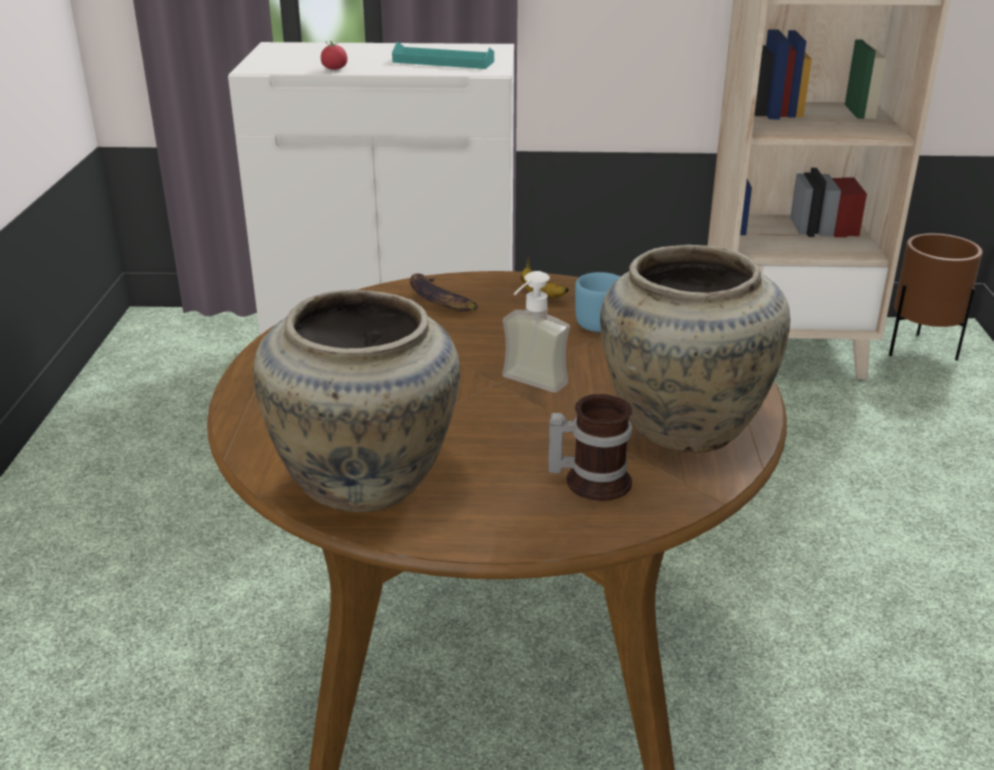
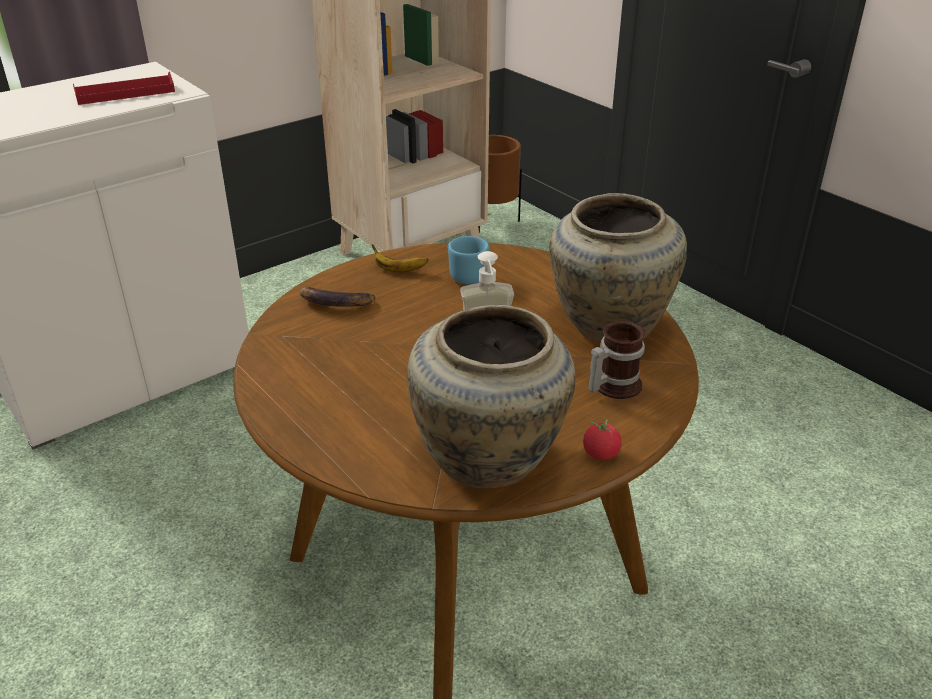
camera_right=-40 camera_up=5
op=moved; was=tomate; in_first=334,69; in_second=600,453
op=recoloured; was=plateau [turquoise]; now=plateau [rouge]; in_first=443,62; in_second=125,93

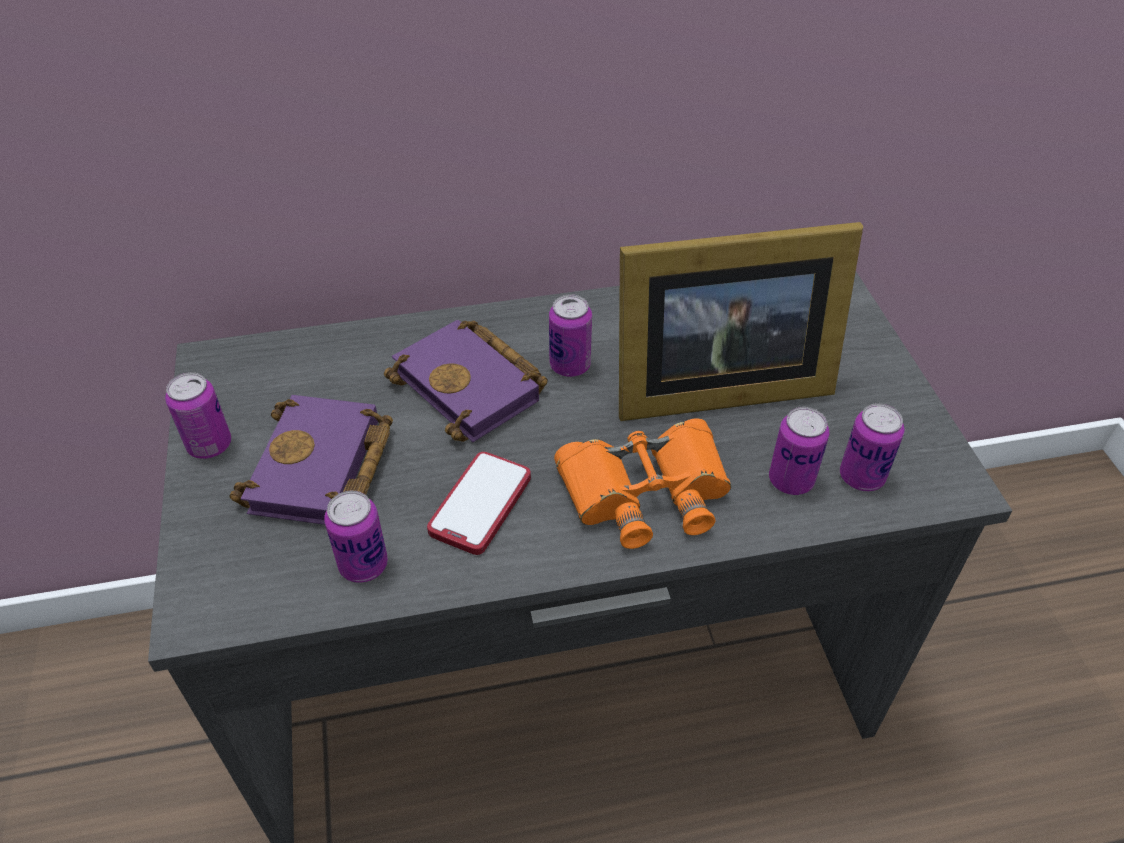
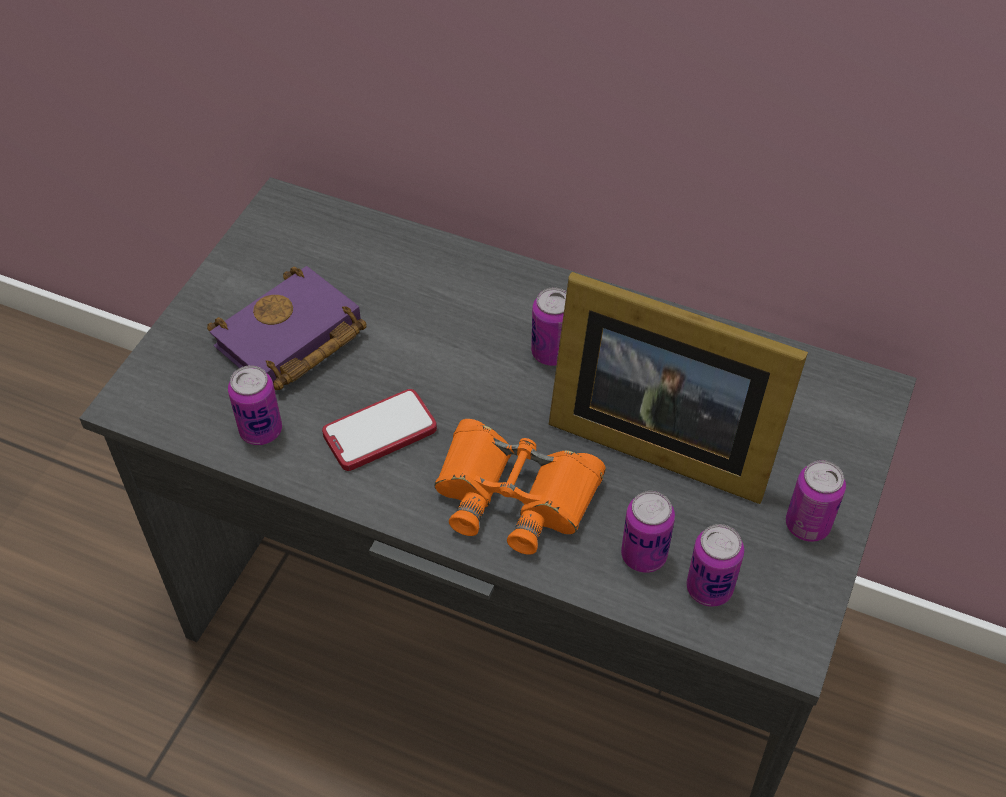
camera_right=35 camera_up=5
op=removed; was=livre [violet]; in_first=473,387
op=moved; was=boîte métallique; in_first=209,445; in_second=807,525

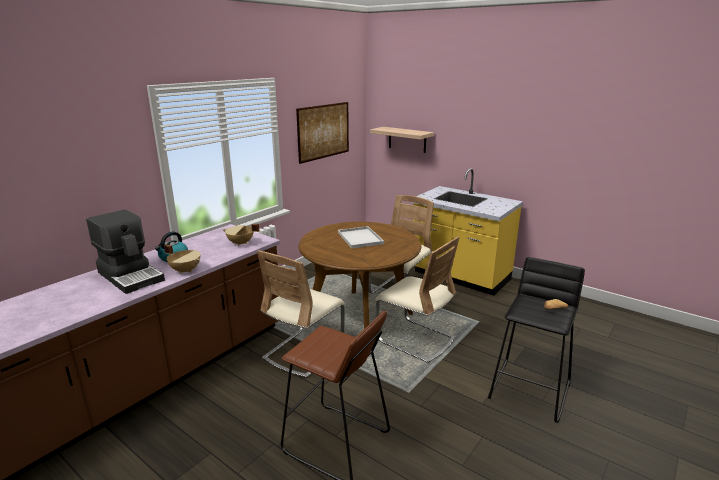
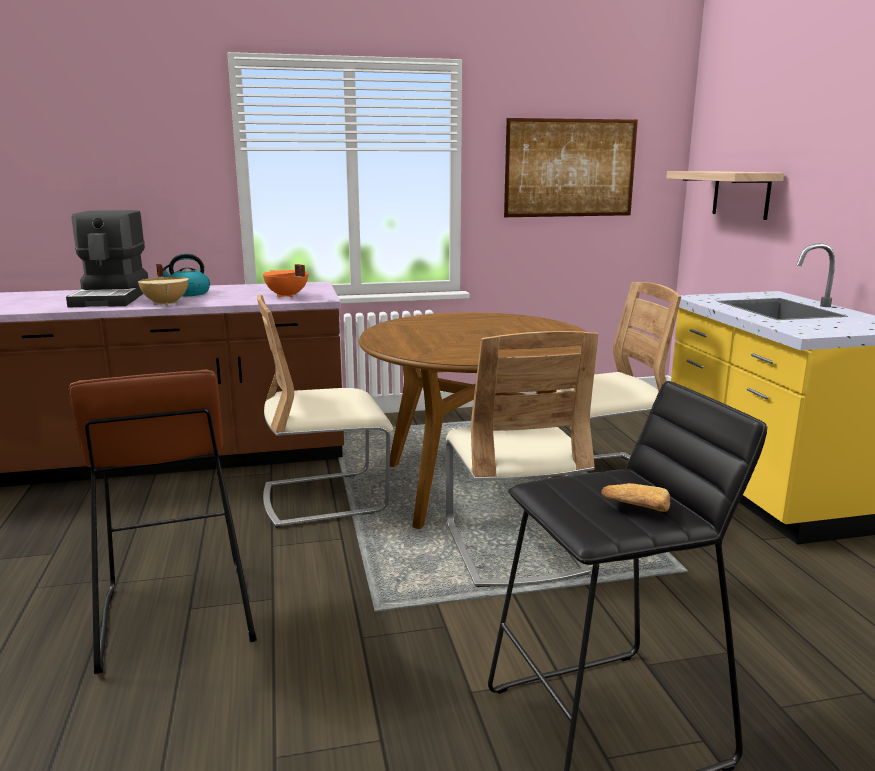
camera_right=40 camera_up=-5
op=recoloured; was=marmite [beige]; now=marmite [orange]; in_first=240,243; in_second=286,296
op=removed; was=plateau [blanc]; in_first=361,238

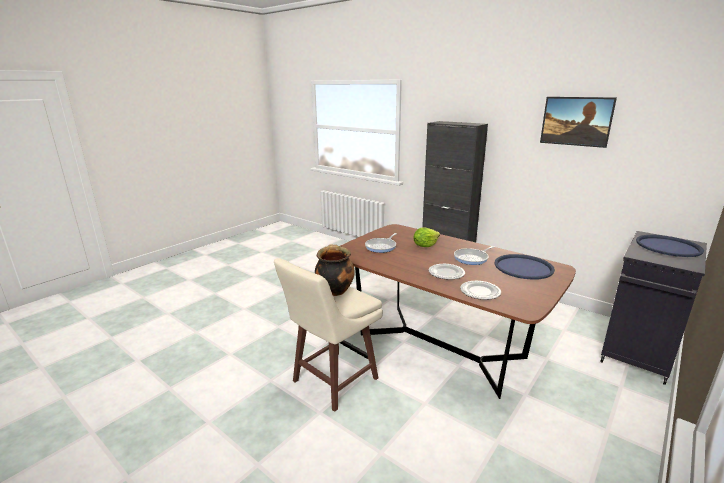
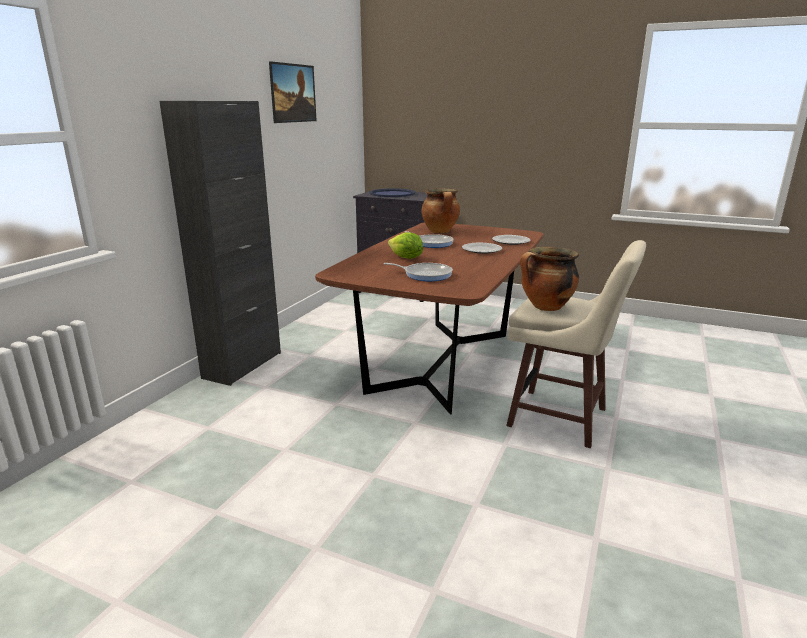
camera_right=-105 camera_up=0
op=replaced; was=plateau [bleu]; now=marmite; in_first=523,267; in_second=440,231

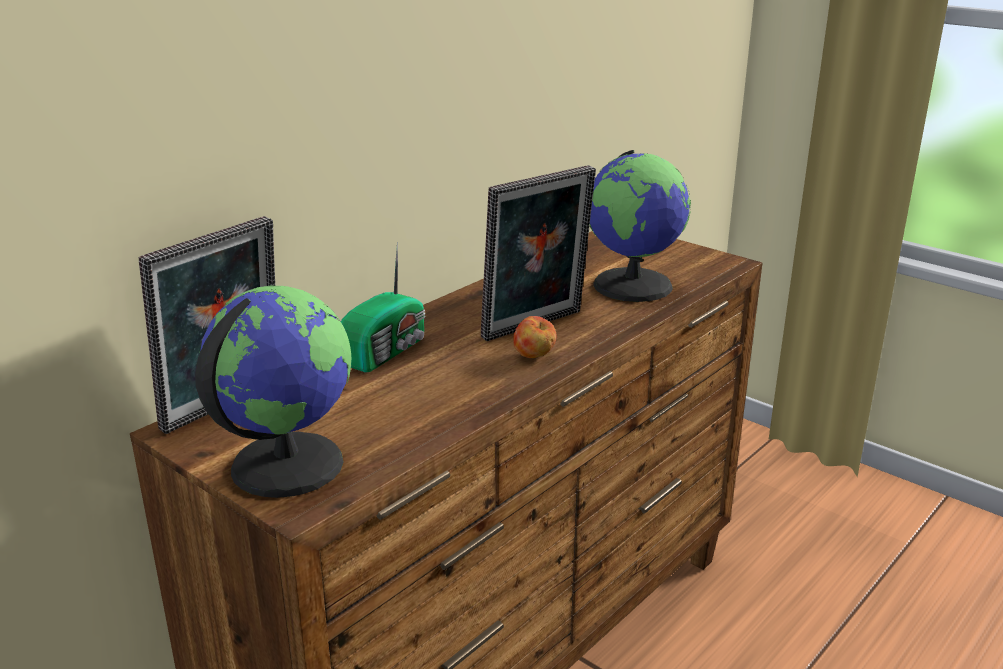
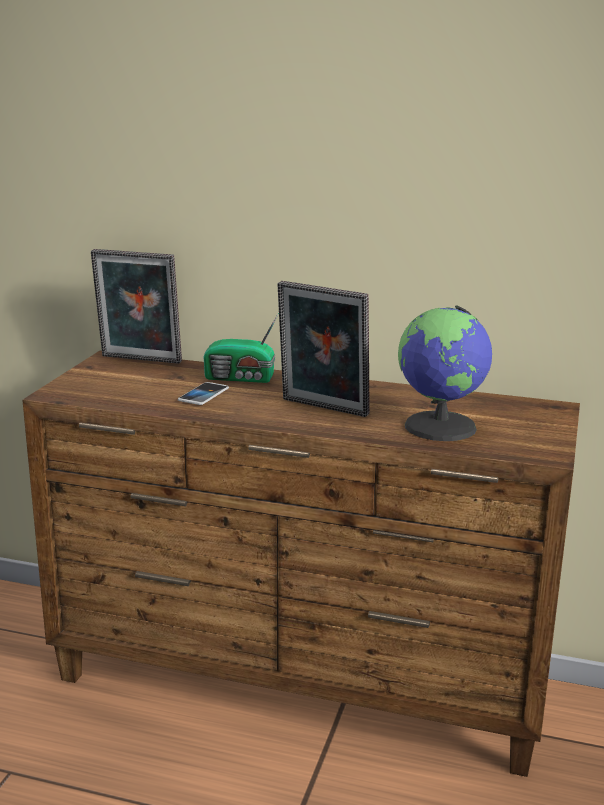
camera_right=65 camera_up=-5
op=removed; was=globe; in_first=285,464
op=removed; was=pomme; in_first=534,356
op=added; now=téléphone; in_second=203,395

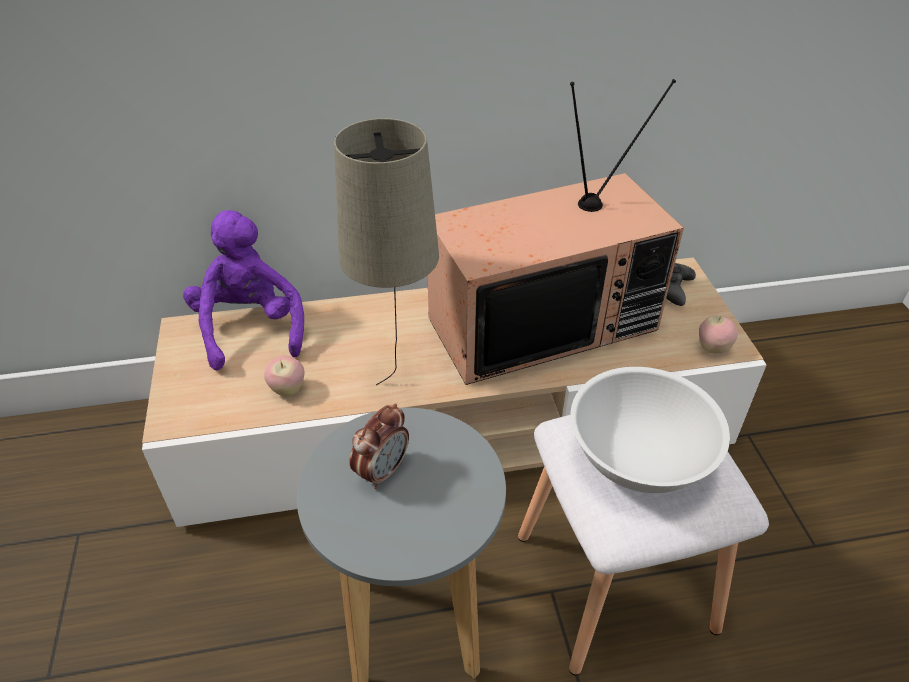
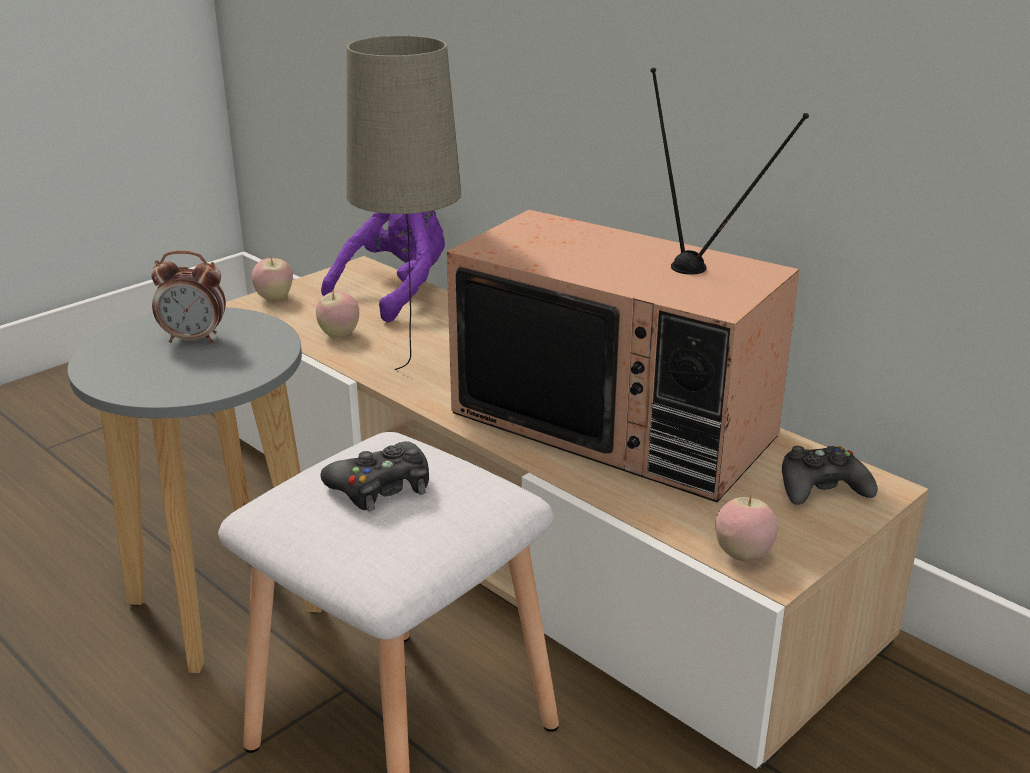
camera_right=55 camera_up=-15
op=replaced; was=bol [blanc]; now=manette [noir]; in_first=640,458; in_second=381,487
op=added; now=pomme; in_second=274,298

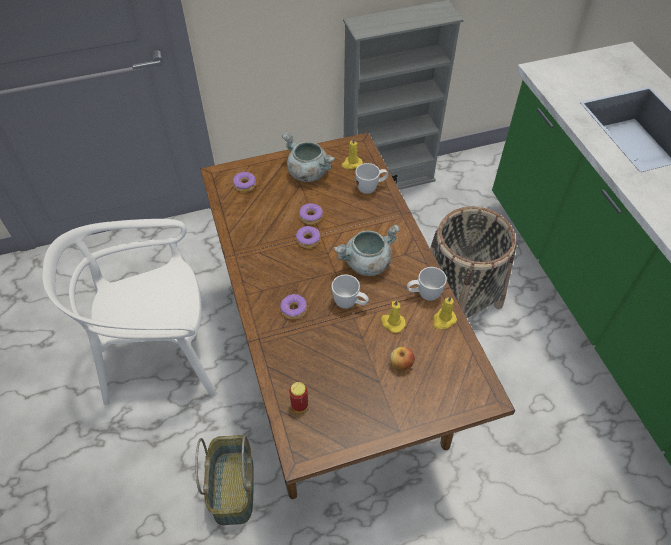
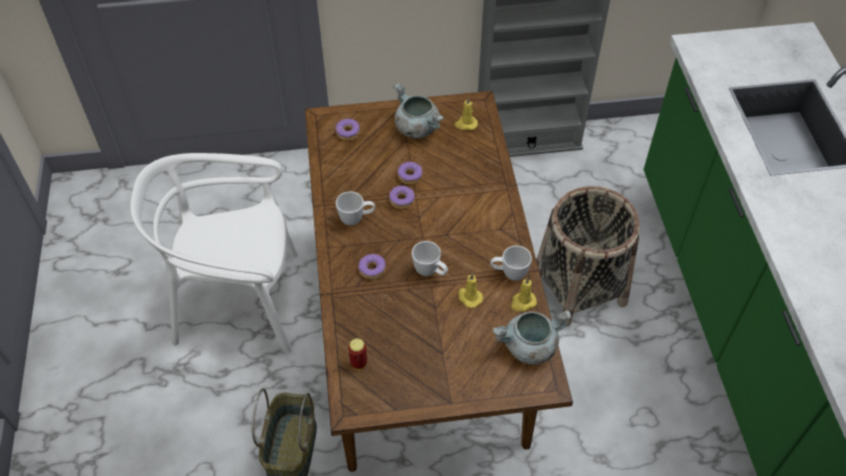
camera_right=10 camera_up=0
op=moved; was=mug [blanc]; in_first=371,188; in_second=356,219
op=moved; was=marmite [gris]; in_first=367,264; in_second=529,347
op=removed; was=pomme; in_first=401,364

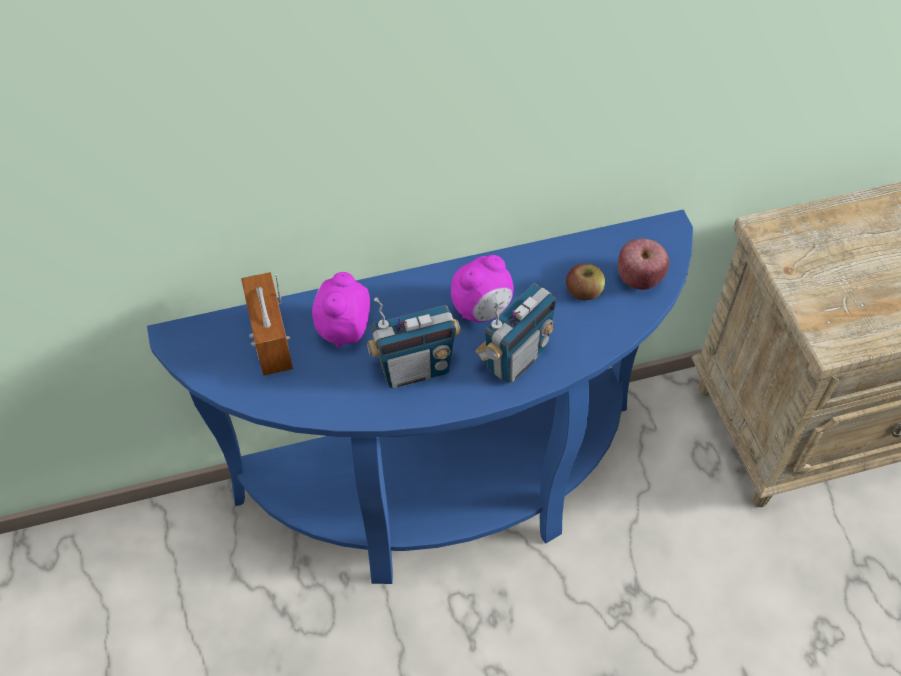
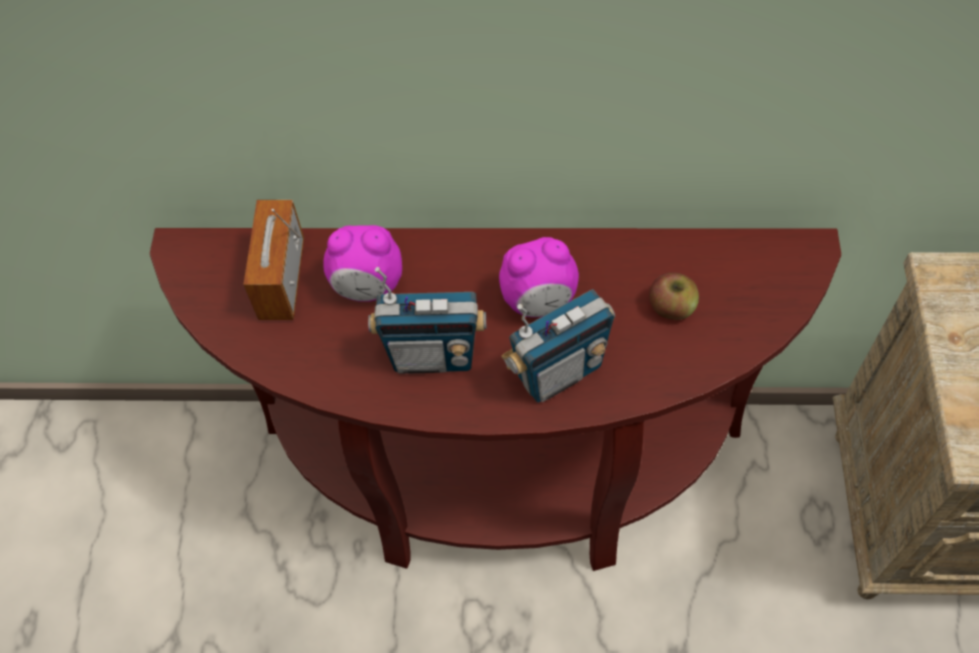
camera_right=20 camera_up=5
op=recoloured; was=table console [bleu]; now=table console [marron]; in_first=447,494; in_second=500,481
op=removed; was=pomme; in_first=639,279
op=turned; was=réveil; in_first=343,330; in_second=368,286; clockwise=-120

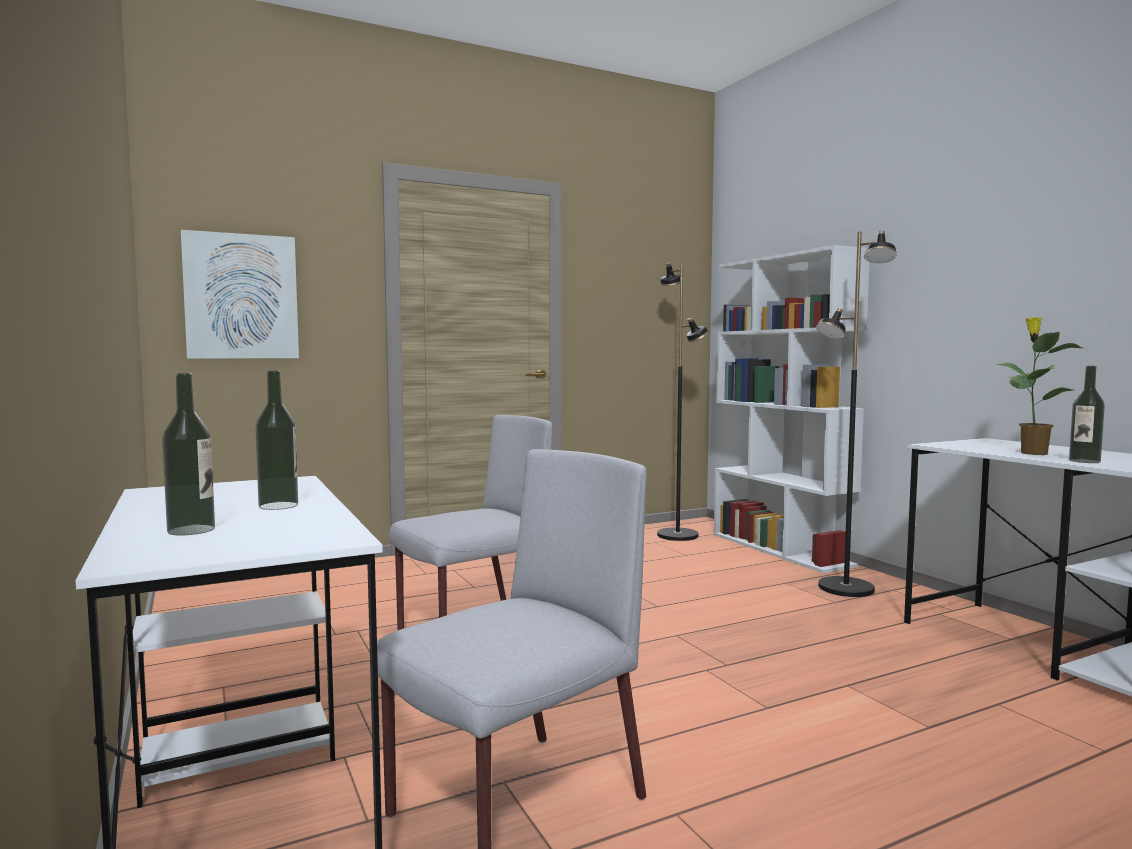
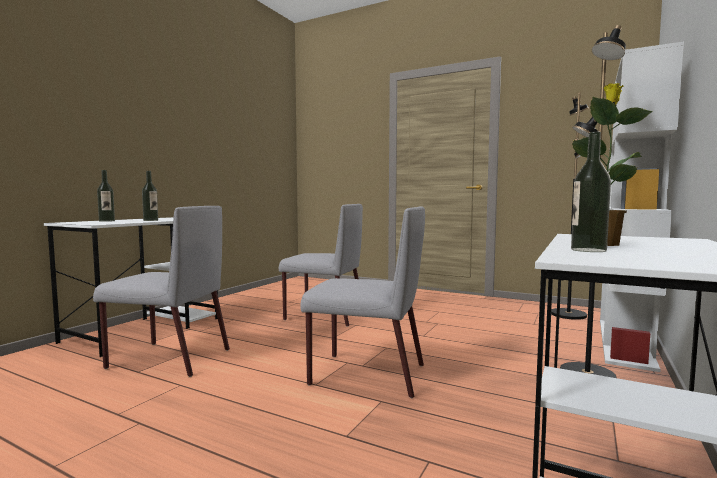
camera_right=55 camera_up=0
op=removed; was=tableau; in_first=241,297
op=added; now=chaise [gris]; in_second=365,374

